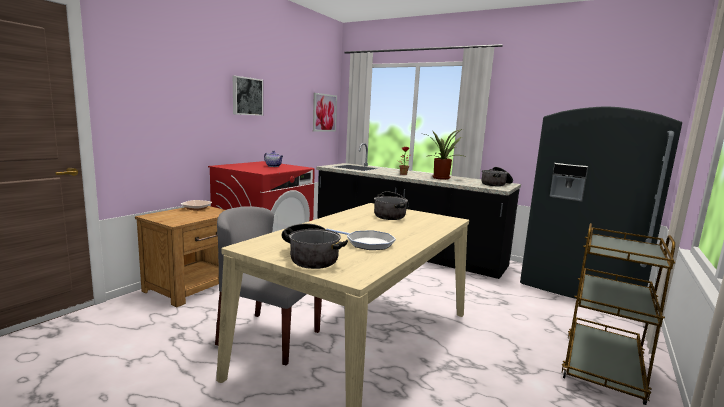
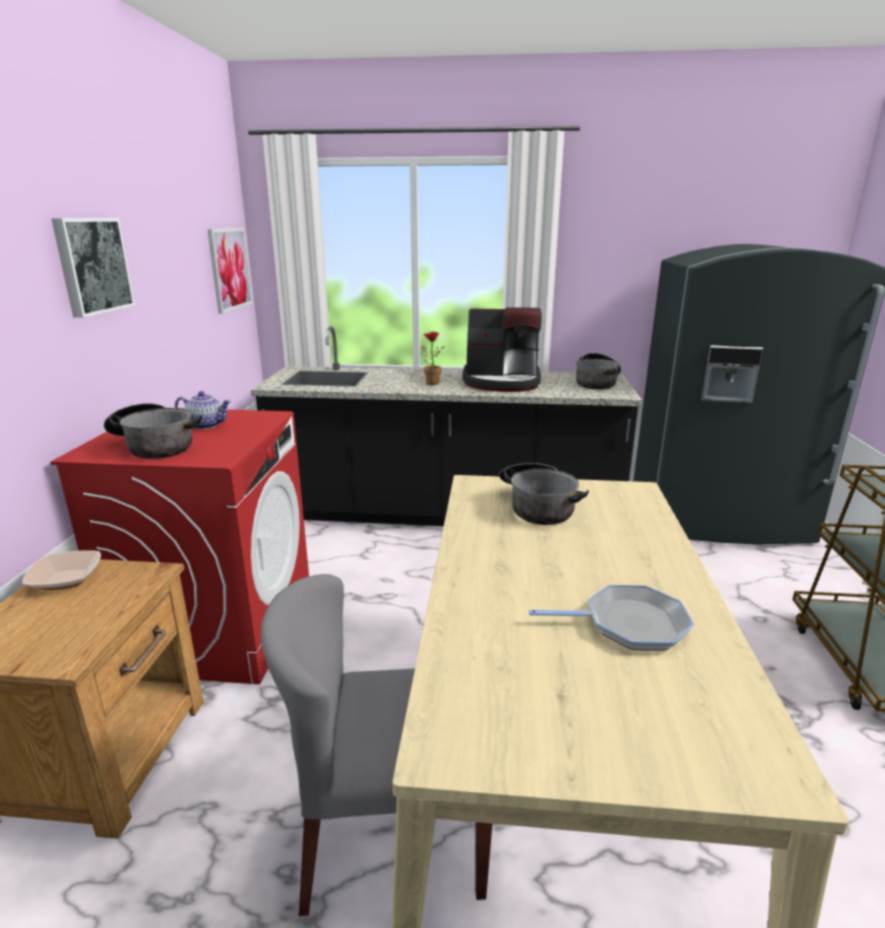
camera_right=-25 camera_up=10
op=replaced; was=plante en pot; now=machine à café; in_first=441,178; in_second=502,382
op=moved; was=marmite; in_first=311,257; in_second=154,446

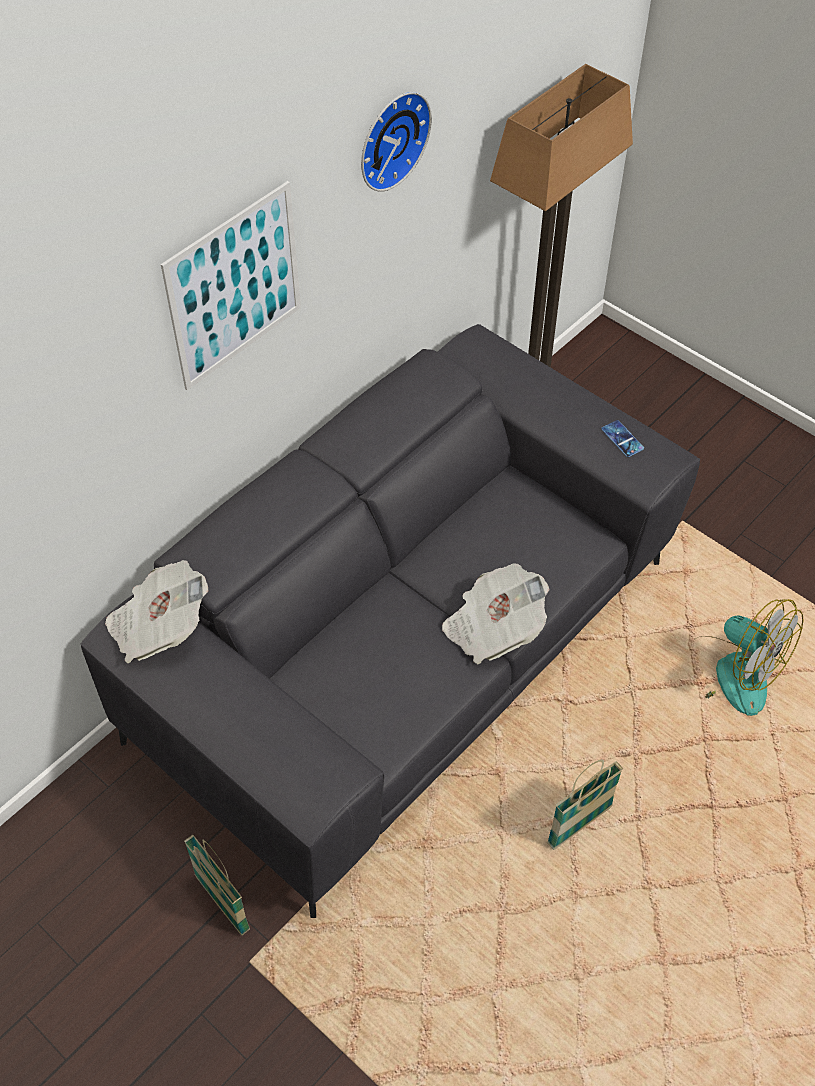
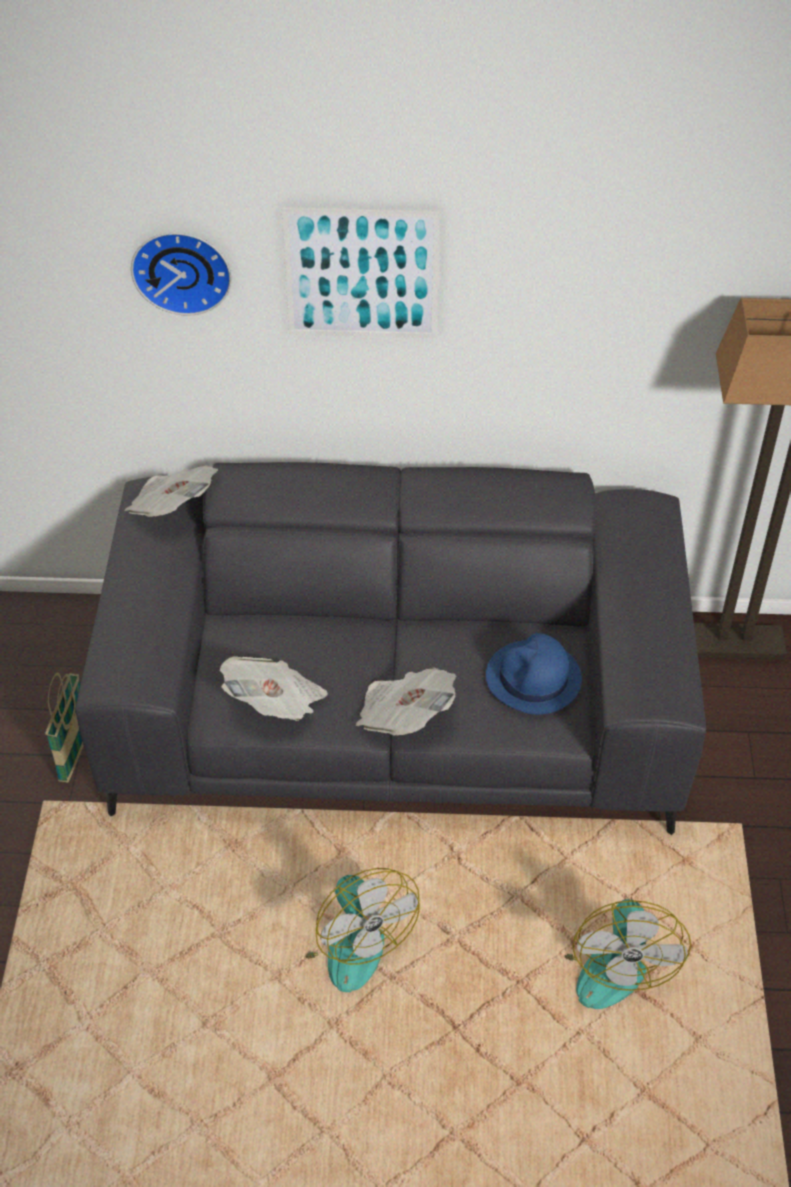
camera_right=50 camera_up=-5
op=moved; was=horloge murale; in_first=390,138; in_second=182,269
op=removed; was=téléphone; in_first=622,439
op=replaced; was=panier; now=ventilateur; in_first=579,825; in_second=346,940
op=added; now=chapeau [bleu]; in_second=533,679
op=added; now=journal; in_second=276,704

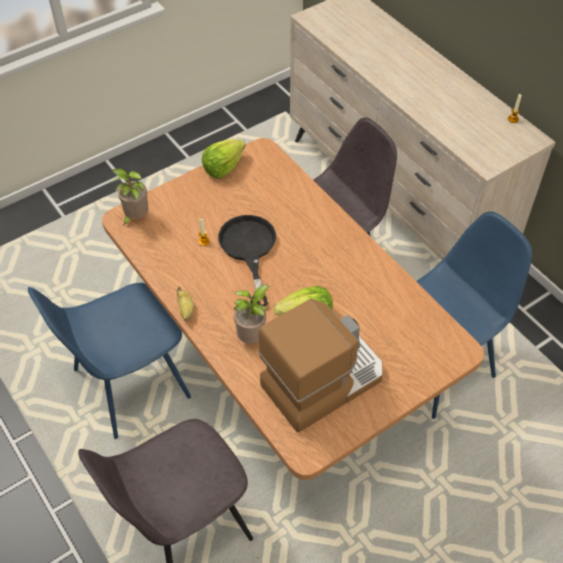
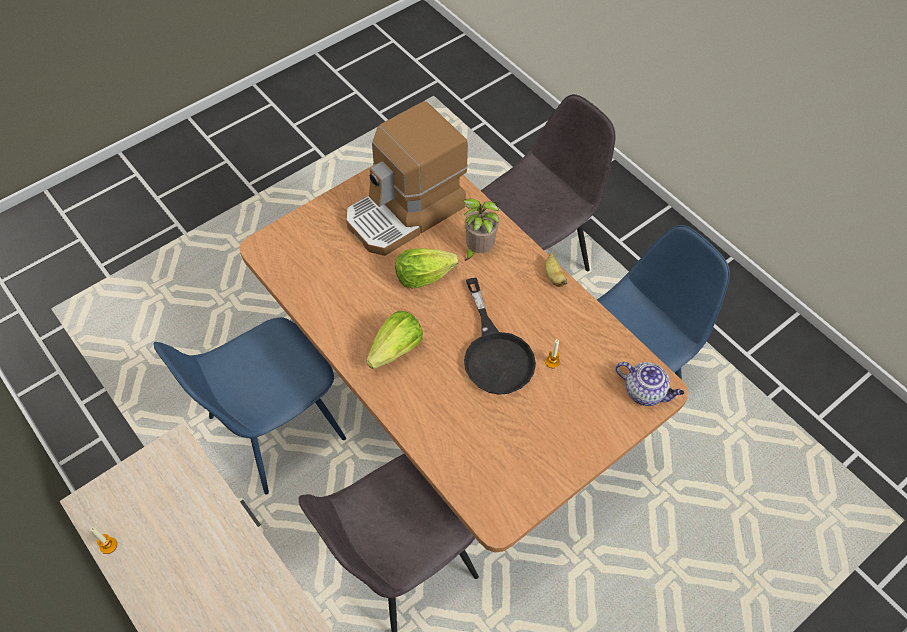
camera_right=175 camera_up=5
op=moved; was=laitue; in_first=223,167; in_second=396,350
op=replaced; was=plante en pot; now=théière; in_first=135,218; in_second=645,392

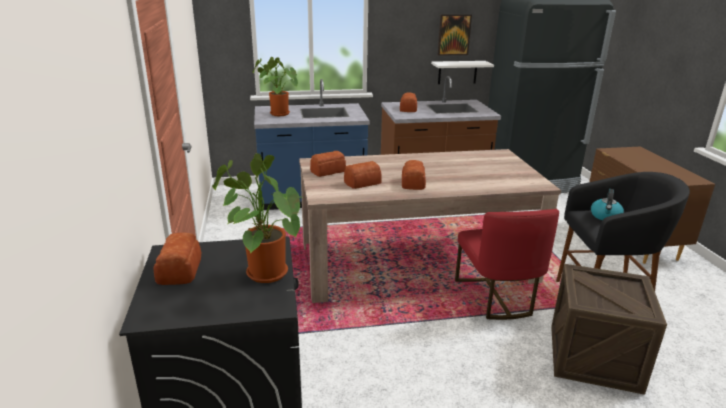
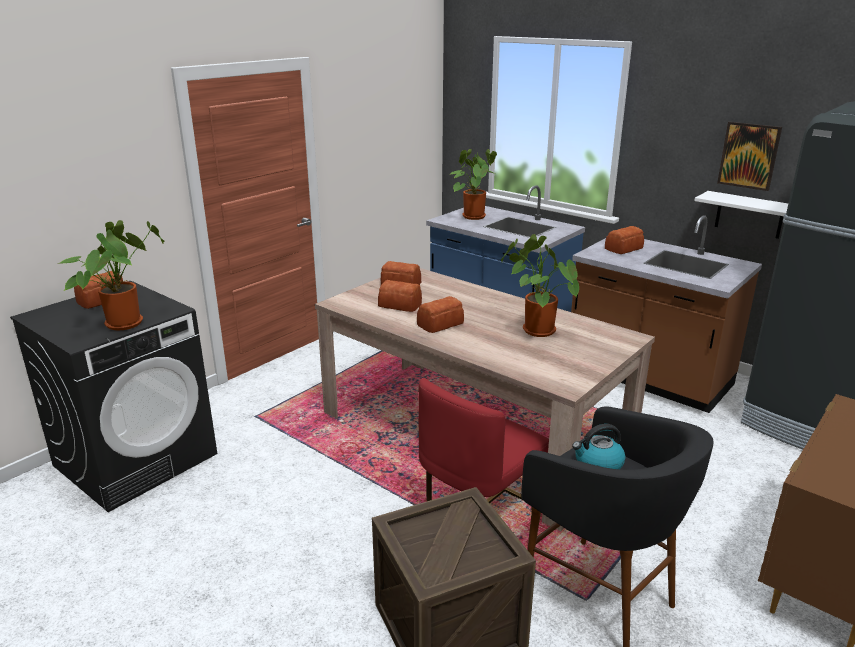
camera_right=50 camera_up=0
op=added; now=plante en pot; in_second=535,330

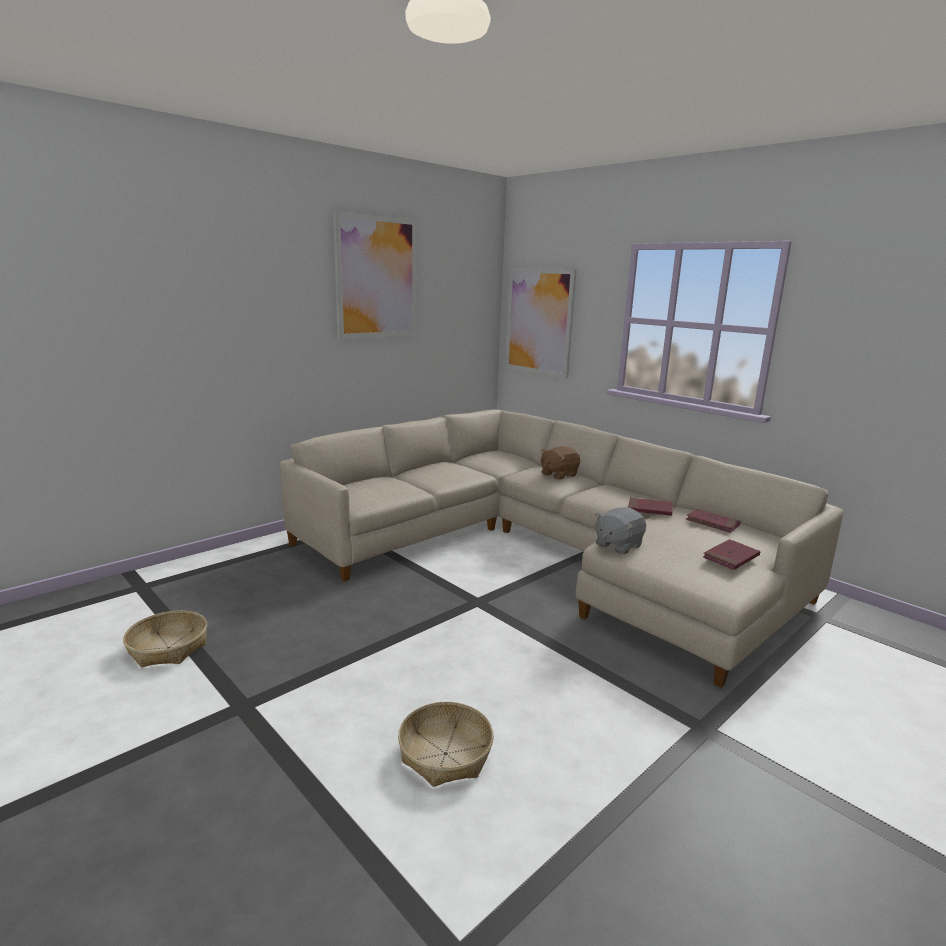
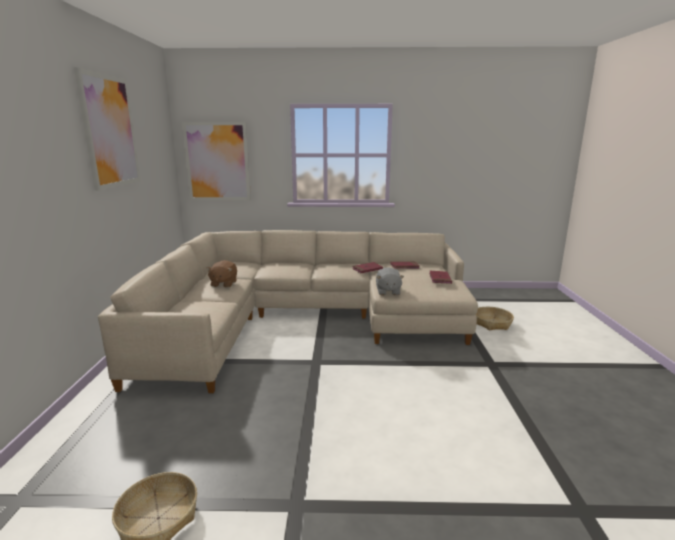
camera_right=-45 camera_up=0
op=moved; was=peluche [marron]; in_first=558,475; in_second=223,284
op=moved; was=panier; in_first=445,754; in_second=492,323

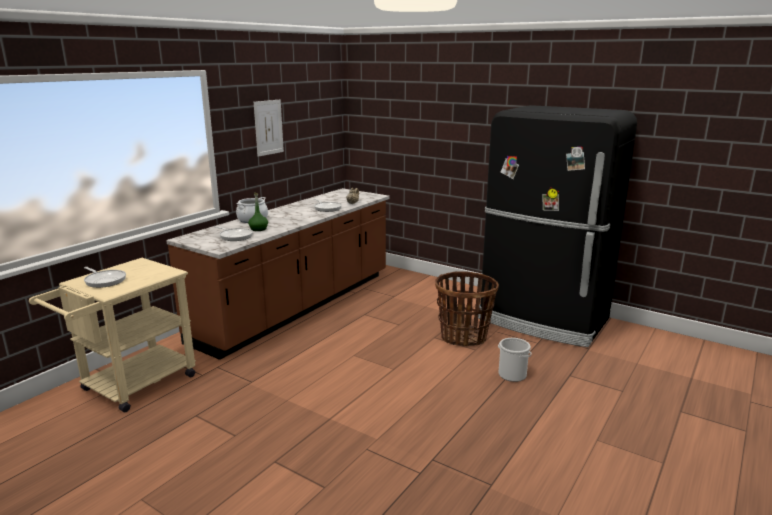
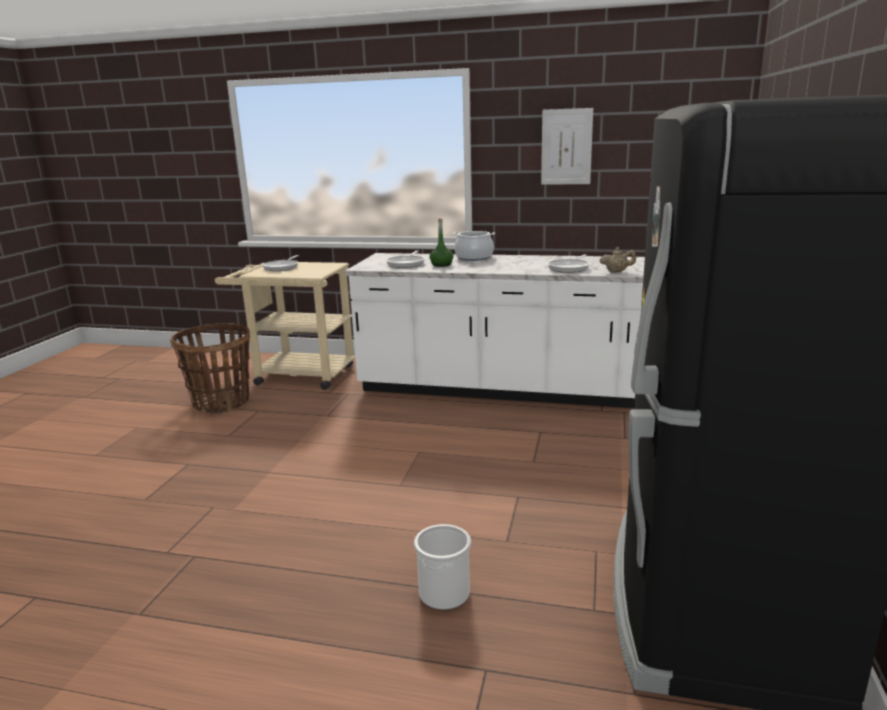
camera_right=70 camera_up=0
op=recoloured; was=comptoir de cuisine [marron]; now=comptoir de cuisine [blanc]; in_first=298,306; in_second=517,390
op=moved; was=panier; in_first=463,337; in_second=221,402

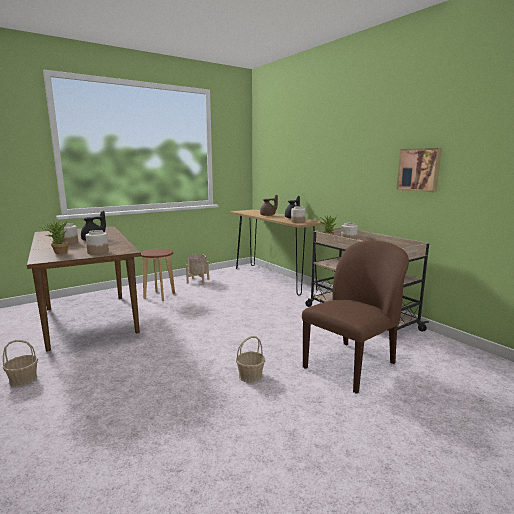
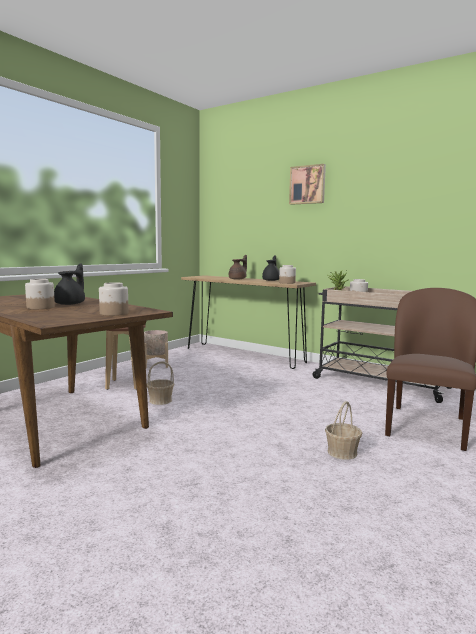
camera_right=-20 camera_up=-5
op=moved; was=tableau; in_first=419,169; in_second=307,185
op=removed; was=plante en pot; in_first=58,253
op=moved; was=panier; in_first=23,380; in_second=160,400

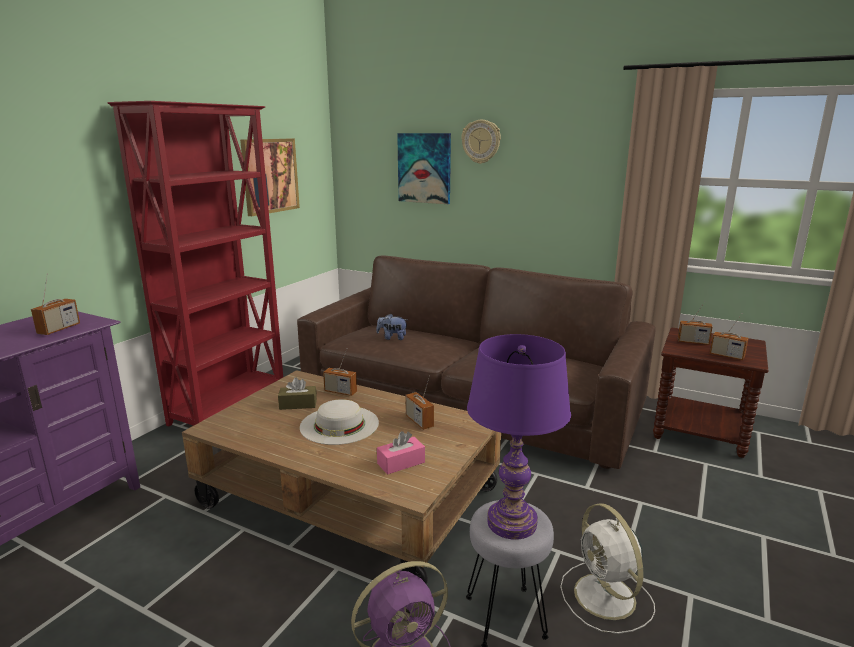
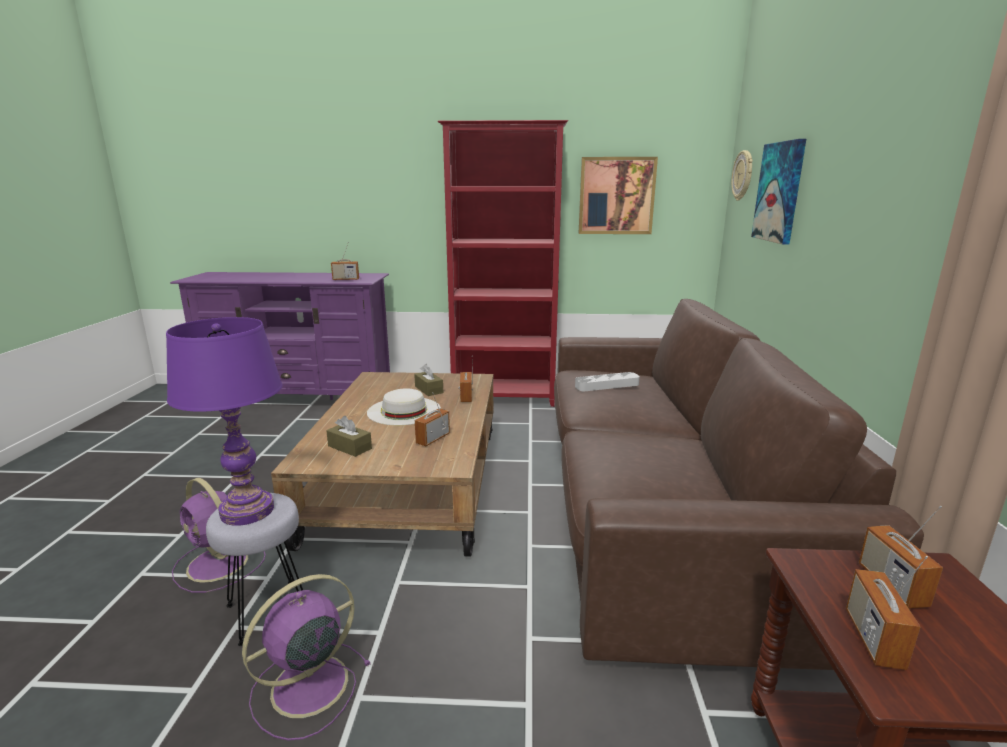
camera_right=65 camera_up=0
op=moved; was=horloge murale; in_first=481,141; in_second=743,175
op=replaced; was=peluche; now=plateau [gris]; in_first=392,338; in_second=607,385
op=recoloured; was=boîte à mouchoirs [rose]; now=boîte à mouchoirs [marron]; in_first=401,463; in_second=350,447
op=recoloured; was=ventilateur [blanc]; now=ventilateur [violet]; in_first=606,598; in_second=306,687

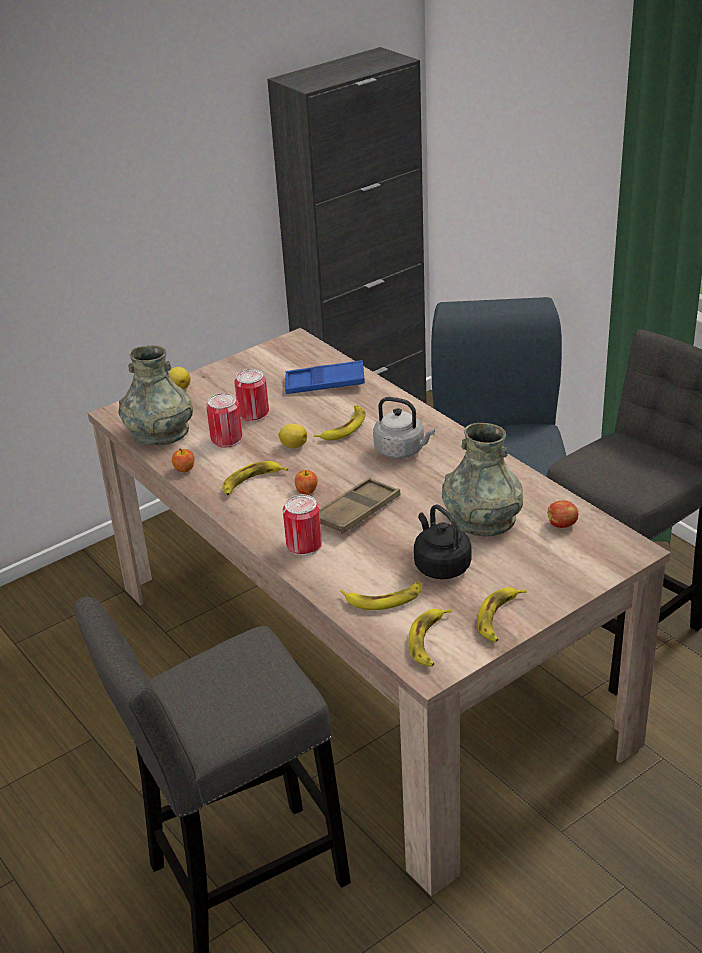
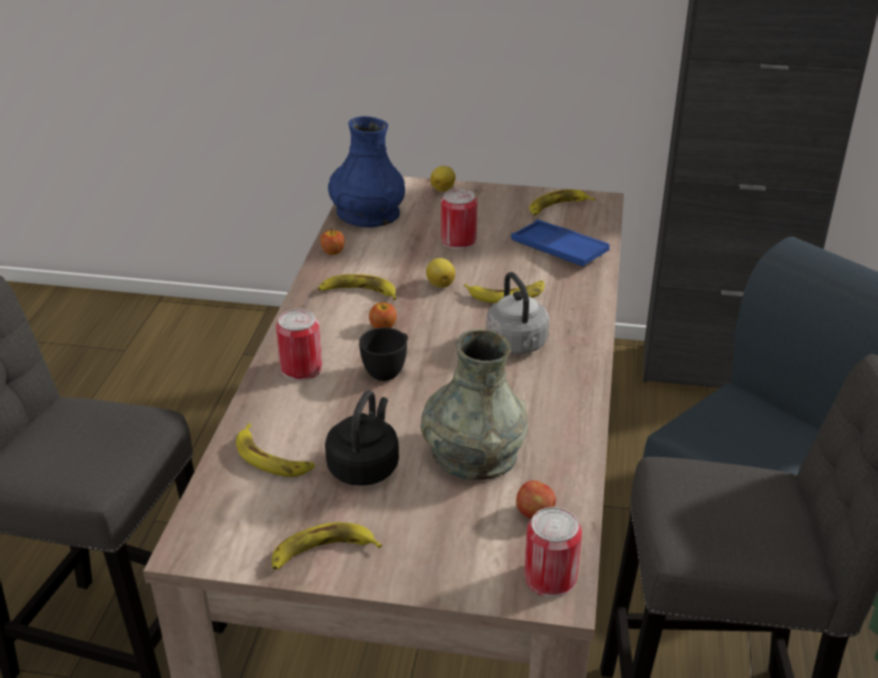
camera_right=45 camera_up=0
op=recoloured; was=vase [gris]; now=vase [bleu]; in_first=159,432; in_second=367,214
op=moved; was=boîte métallique; in_first=226,439; in_second=550,578
op=replaced; was=plateau [marron]; now=tasse [noir]; in_first=357,511; in_second=388,370
op=moved; was=banane; in_first=429,641; in_second=557,207

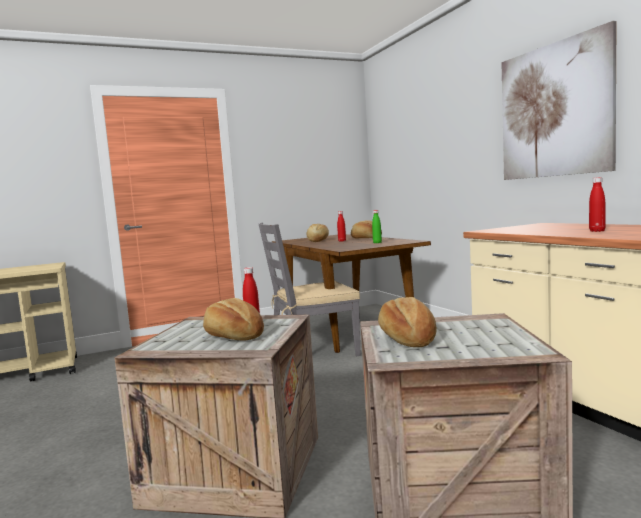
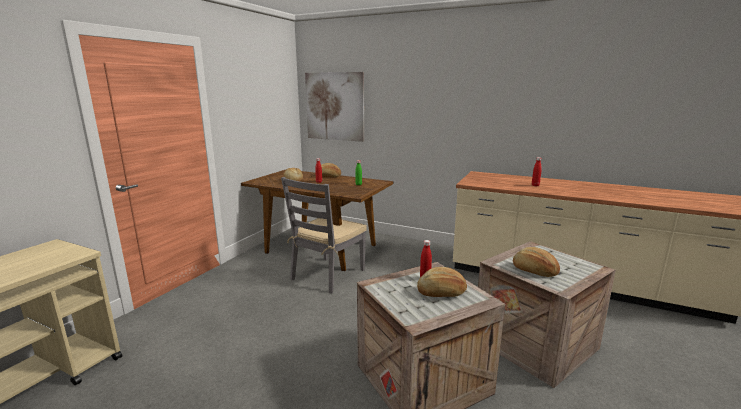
camera_right=-40 camera_up=10
op=moved; was=tableau; in_first=554,111; in_second=335,106

